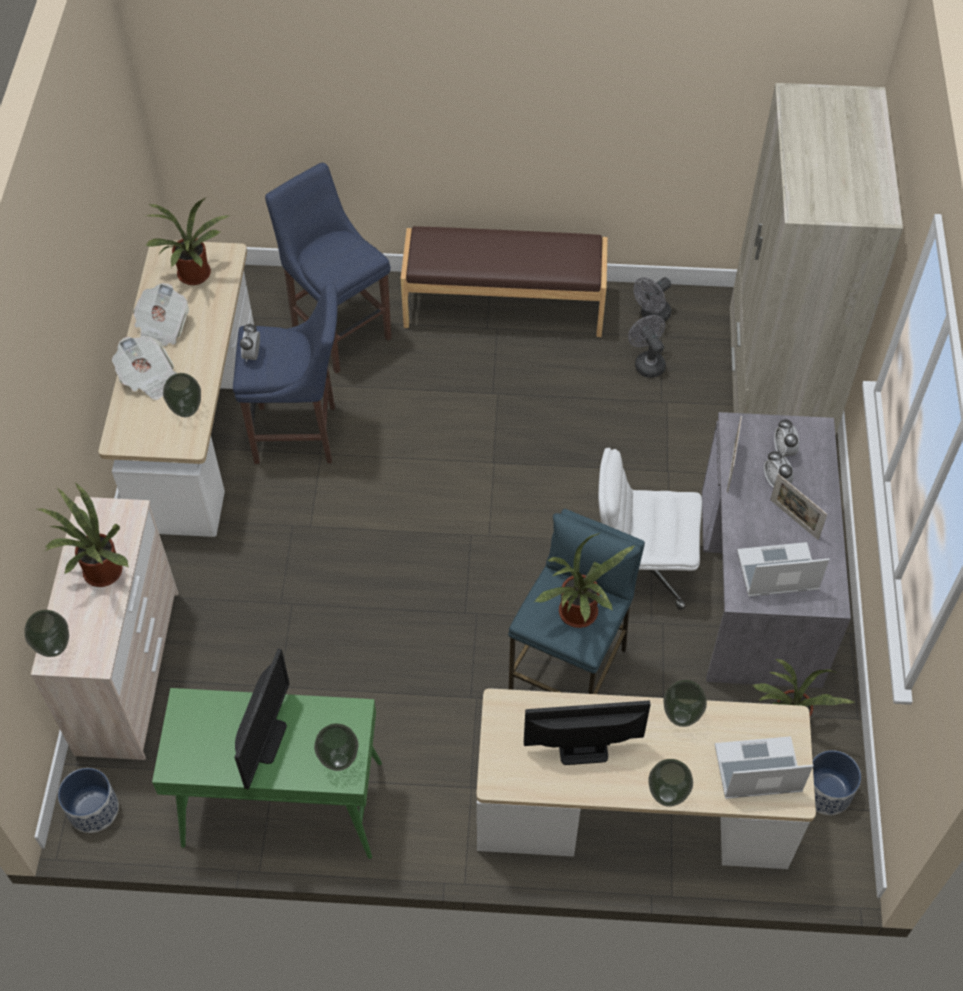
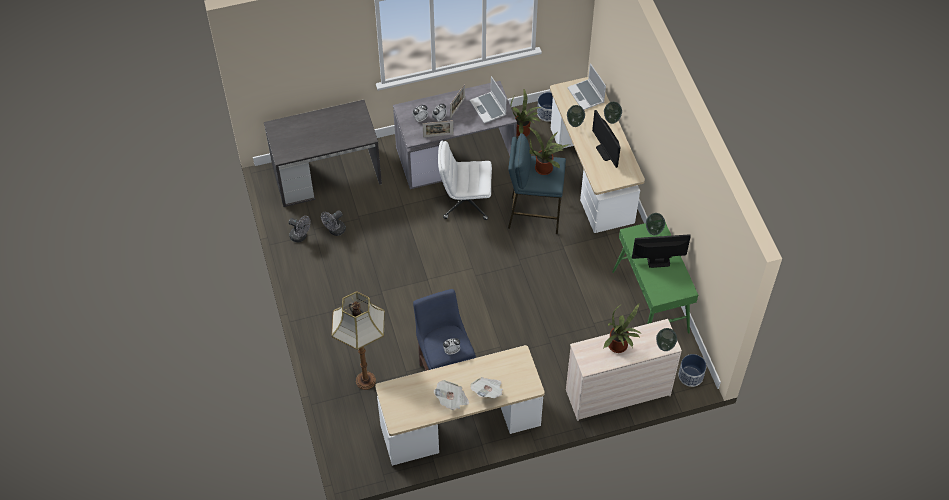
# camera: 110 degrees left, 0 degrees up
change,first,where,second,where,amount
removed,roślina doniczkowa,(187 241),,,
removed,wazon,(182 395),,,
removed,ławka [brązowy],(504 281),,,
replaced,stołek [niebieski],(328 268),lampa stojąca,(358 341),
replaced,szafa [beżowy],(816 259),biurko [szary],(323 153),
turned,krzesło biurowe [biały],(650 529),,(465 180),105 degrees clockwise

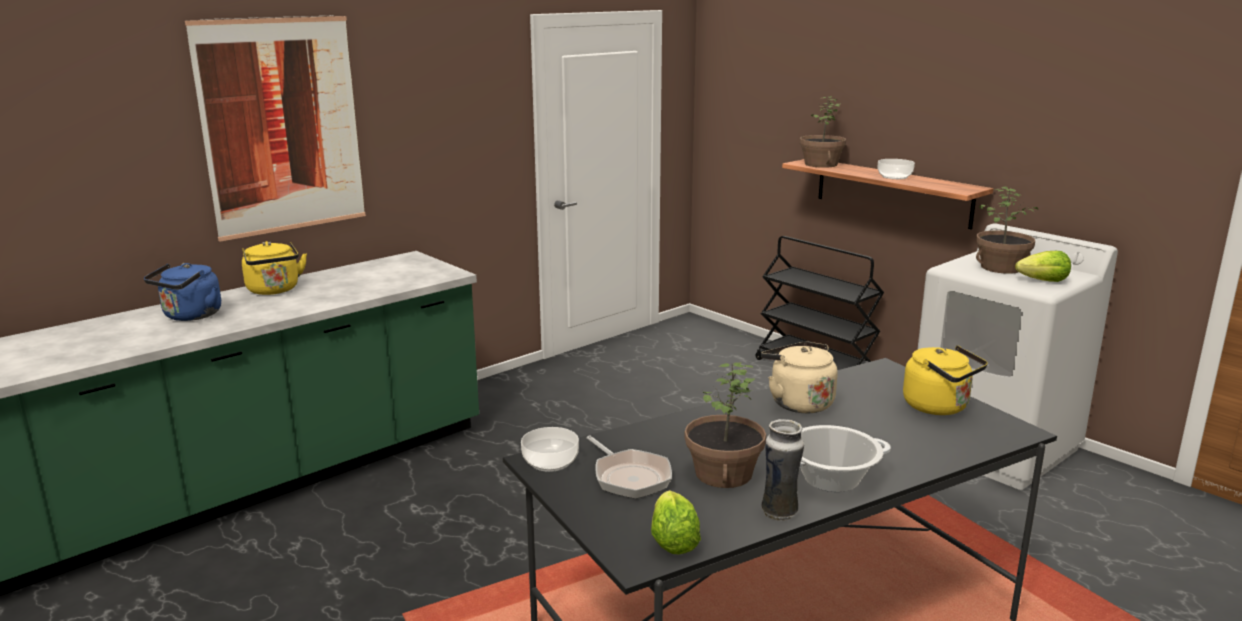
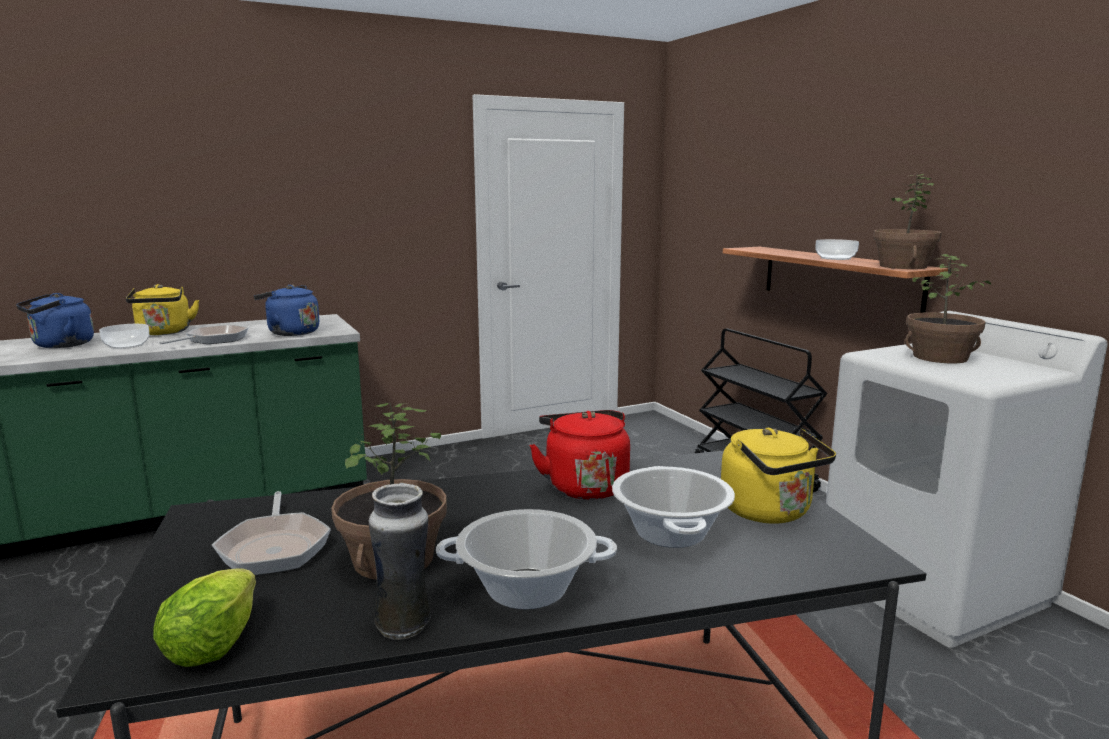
# camera: 15 degrees right, 5 degrees down
change,first,where,second,where,amount
removed,obraz,(275 128),,,
removed,sałata,(1043 266),,,
added,,,patelnia,(204 334),
added,,,czajnik [niebieski],(286 310),
added,,,garnek,(673 507),
moved,miska,(550 449),,(124 336),
moved,roślina doniczkowa,(823 132),,(908 221),
recoloured,czajnik [beżowy],(799 377),czajnik [czerwony],(579 455),

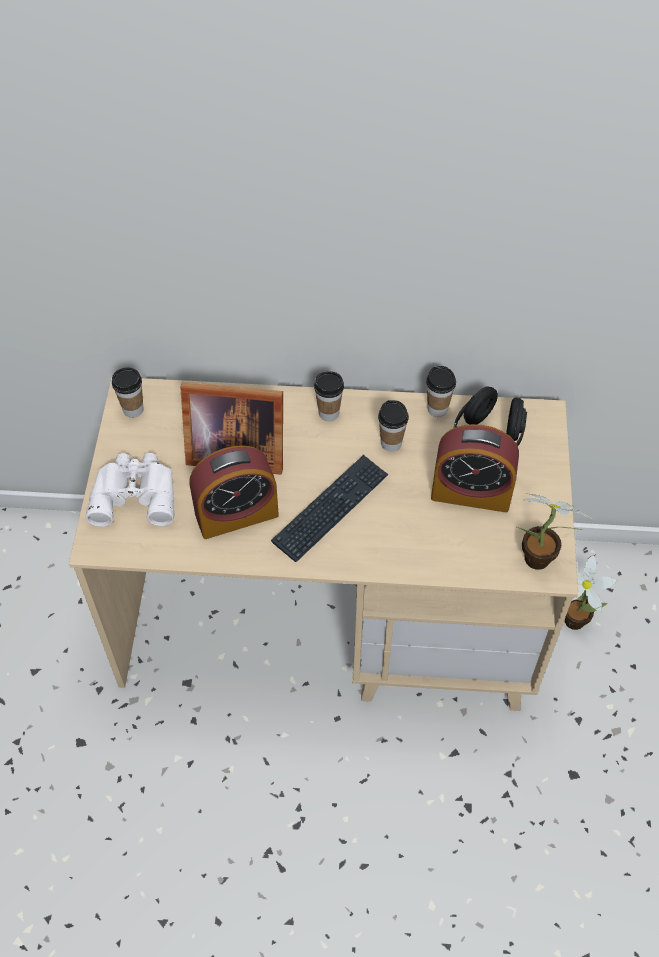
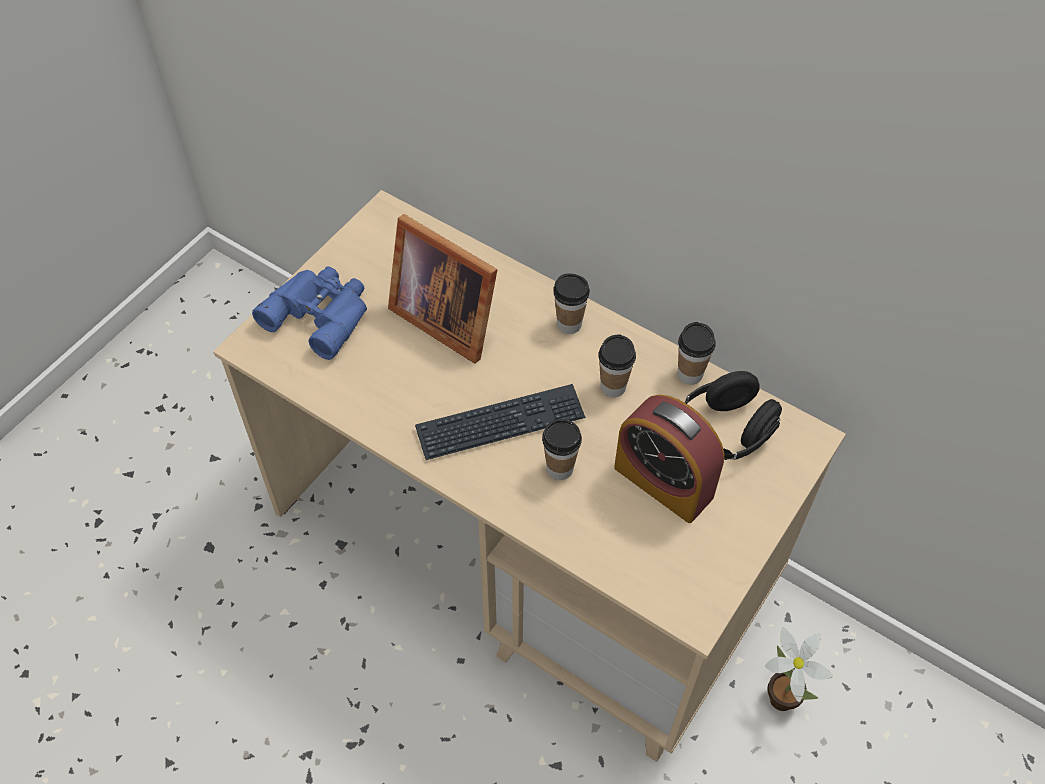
# camera: 30 degrees right, 0 degrees up
change,first,where,second,where,amount
removed,budzik,(234 492),,,
removed,roślina doniczkowa,(555 531),,,
moved,filiżanka,(128 393),,(562 449),
recoloured,lornetka [biały],(130 490),lornetka [niebieski],(309 313),

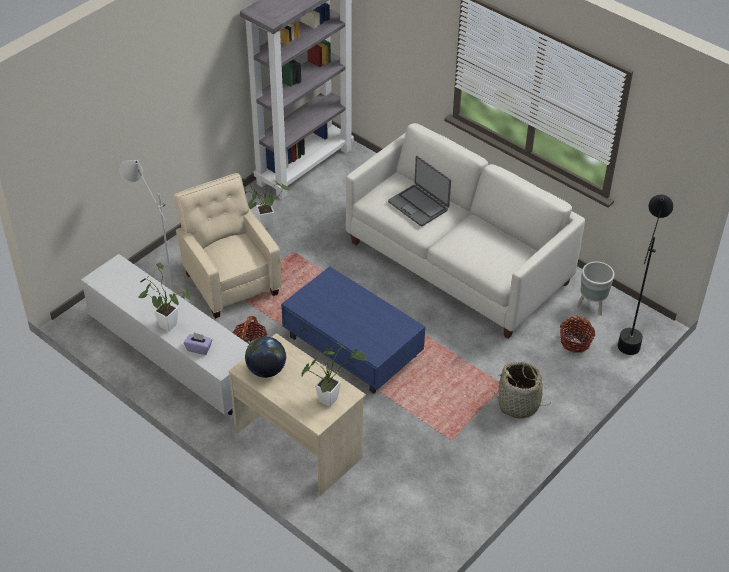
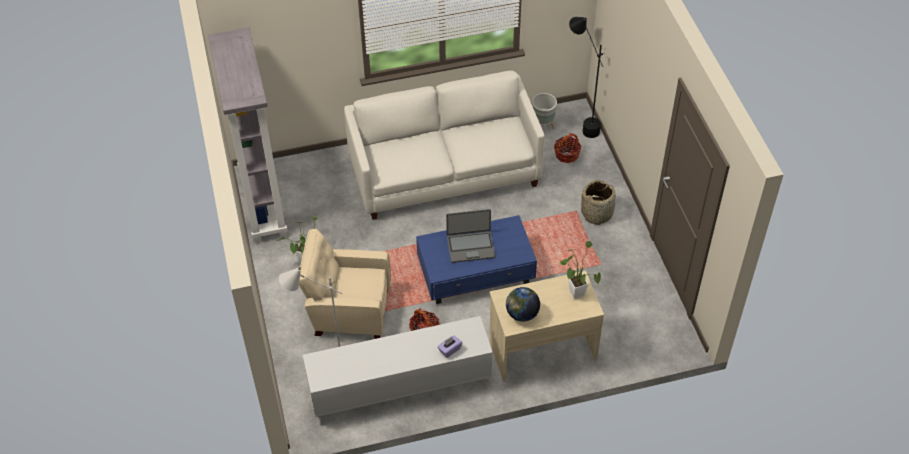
# camera: 55 degrees left, 5 degrees up
change,first,where,second,where,amount
removed,roślina doniczkowa,(164 297),,,
moved,laptop,(419 191),,(470 236),

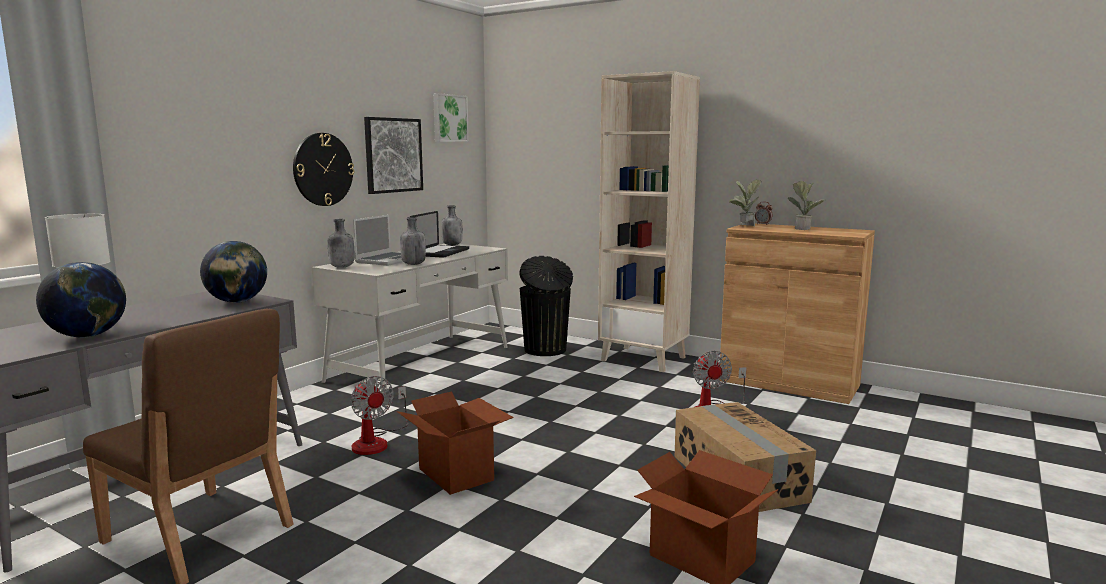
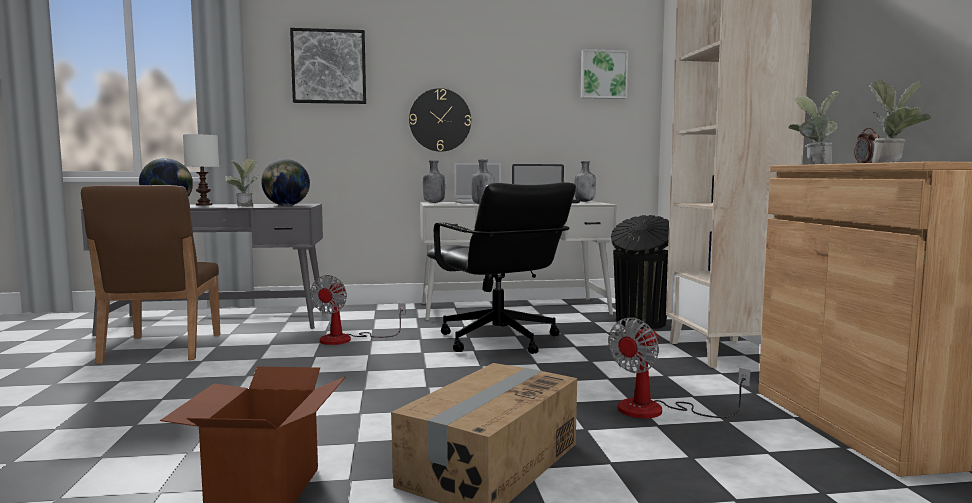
# camera: 50 degrees right, 5 degrees down
change,first,where,second,where,amount
removed,karton,(455 443),,,
added,,,roślina doniczkowa,(241 183),
added,,,krzesło biurowe [czarny],(501 268),
moved,obraz,(393 155),,(328 66),

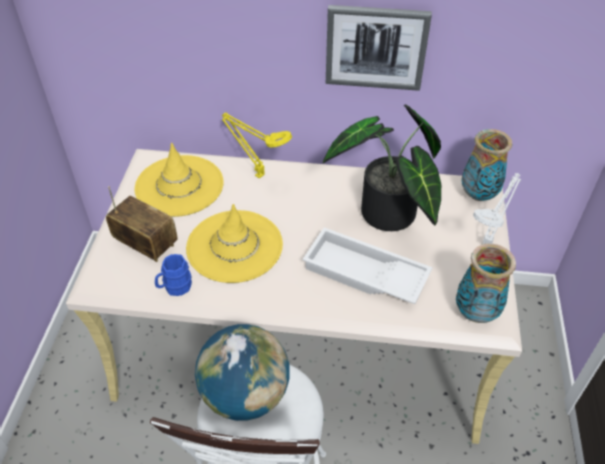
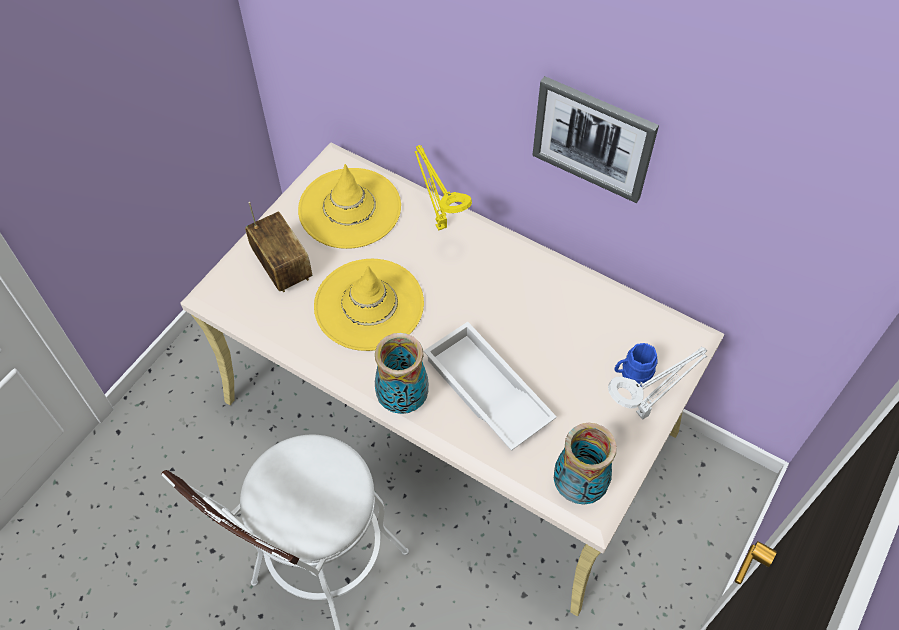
# camera: 25 degrees right, 10 degrees up
change,first,where,second,where,amount
removed,globus,(242 372),,,
removed,roślina doniczkowa,(382 168),,,
moved,kubek [niebieski],(173 275),,(636 365),
moved,wazon,(486 165),,(402 373),

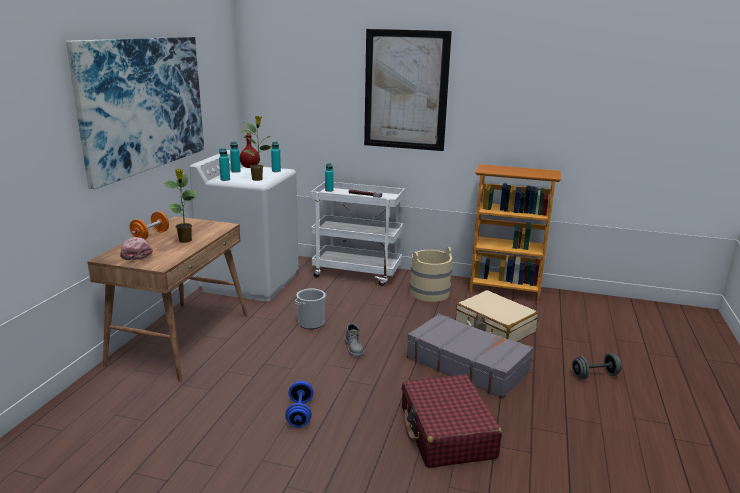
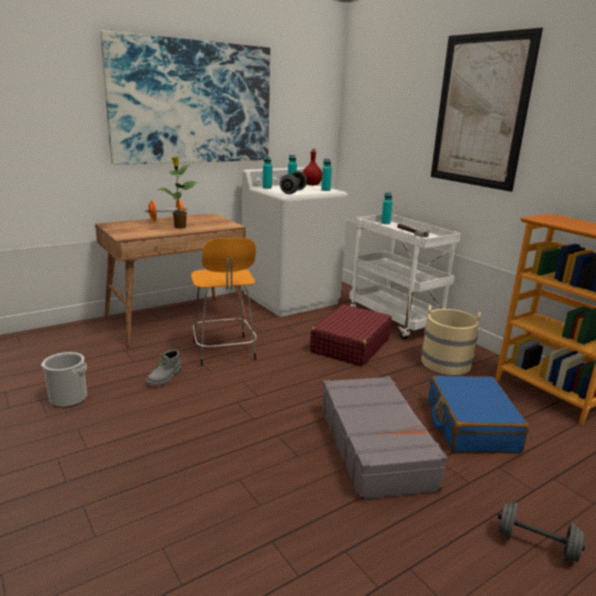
# camera: 40 degrees right, 0 degrees up
change,first,where,second,where,amount
removed,czapka z daszkiem [różowy],(136 248),,,
removed,hantel [niebieski],(299 404),,,
added,,,stołek [pomarańczowy],(224 302),
moved,wiadro,(310 309),,(64 380),
moved,but z cholewką [szary],(354 339),,(163 367),
moved,walizka [czerwony],(452 421),,(351 335),
replaced,roślina doniczkowa,(257 148),hantel [szary],(293 182),
recoloured,walizka [beżowy],(497 316),walizka [niebieski],(479 414),

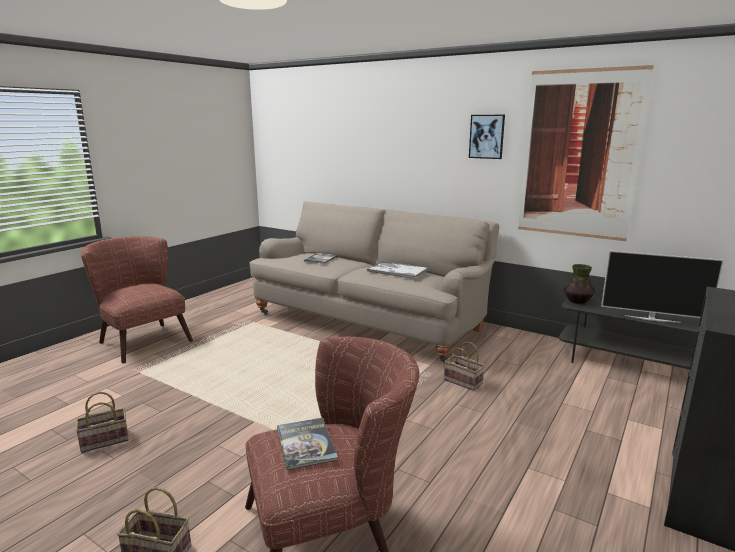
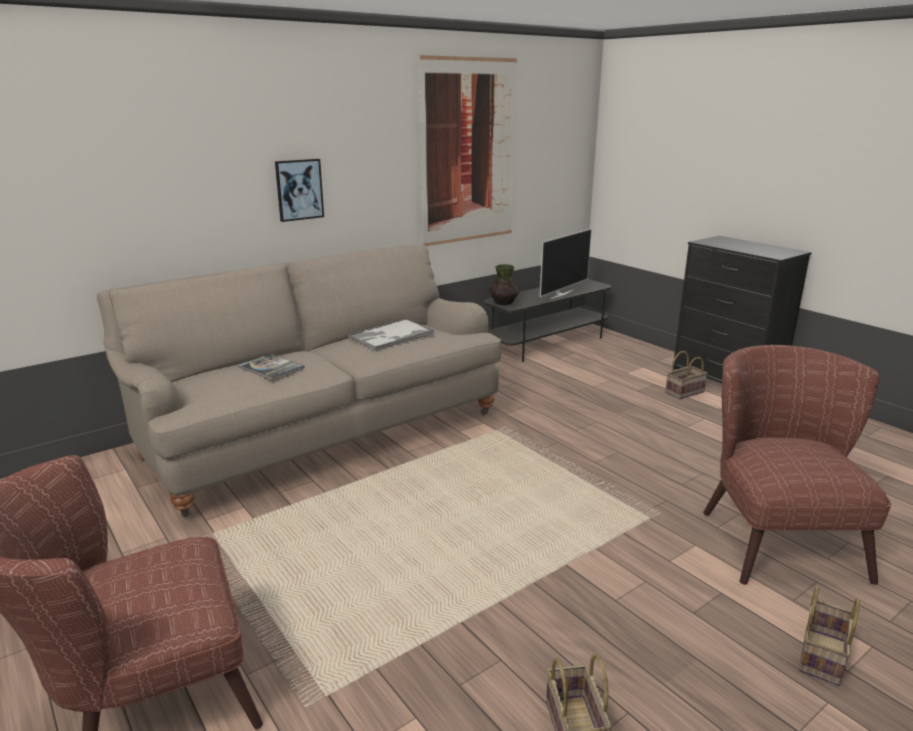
# camera: 70 degrees left, 5 degrees up
change,first,where,second,where,amount
removed,książka,(307 444),,,
moved,koszyk,(464 366),,(686 375),
moved,obraz,(487 137),,(299 190),

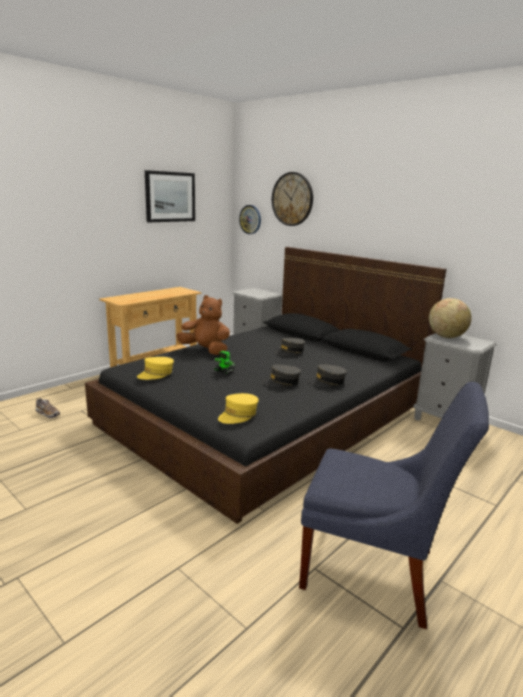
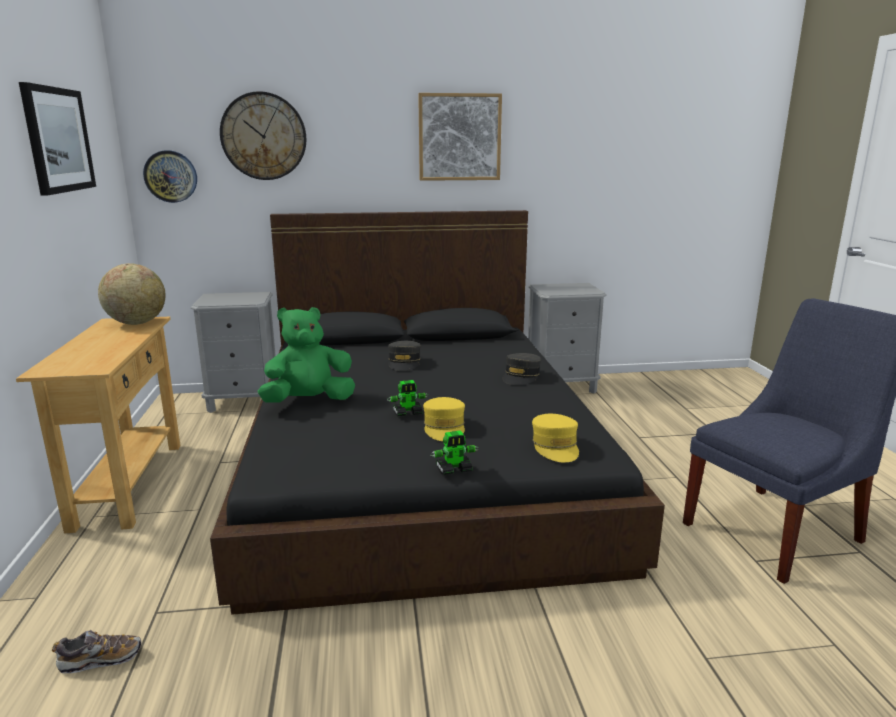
# camera: 50 degrees left, 0 degrees up
change,first,where,second,where,amount
removed,czapka z daszkiem [szary],(281 376),,,
added,,,obraz,(460 137),
added,,,robot zabawkowy,(454 452),
moved,czapka z daszkiem [żółty],(155 368),,(444 419),
moved,globus,(450 318),,(132 294),
recoloured,pluszak [brązowy],(203 325),pluszak [zielony],(306 355),

